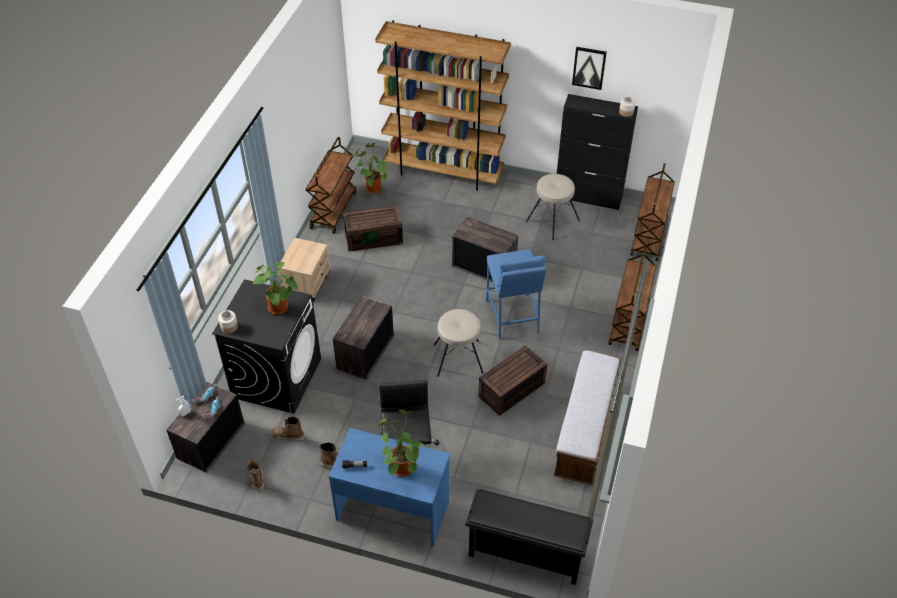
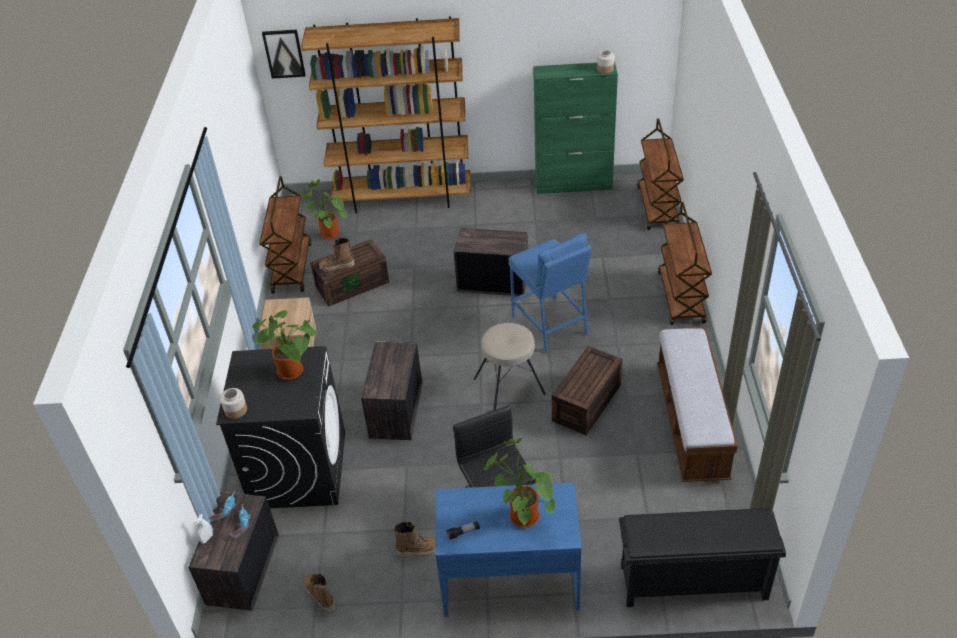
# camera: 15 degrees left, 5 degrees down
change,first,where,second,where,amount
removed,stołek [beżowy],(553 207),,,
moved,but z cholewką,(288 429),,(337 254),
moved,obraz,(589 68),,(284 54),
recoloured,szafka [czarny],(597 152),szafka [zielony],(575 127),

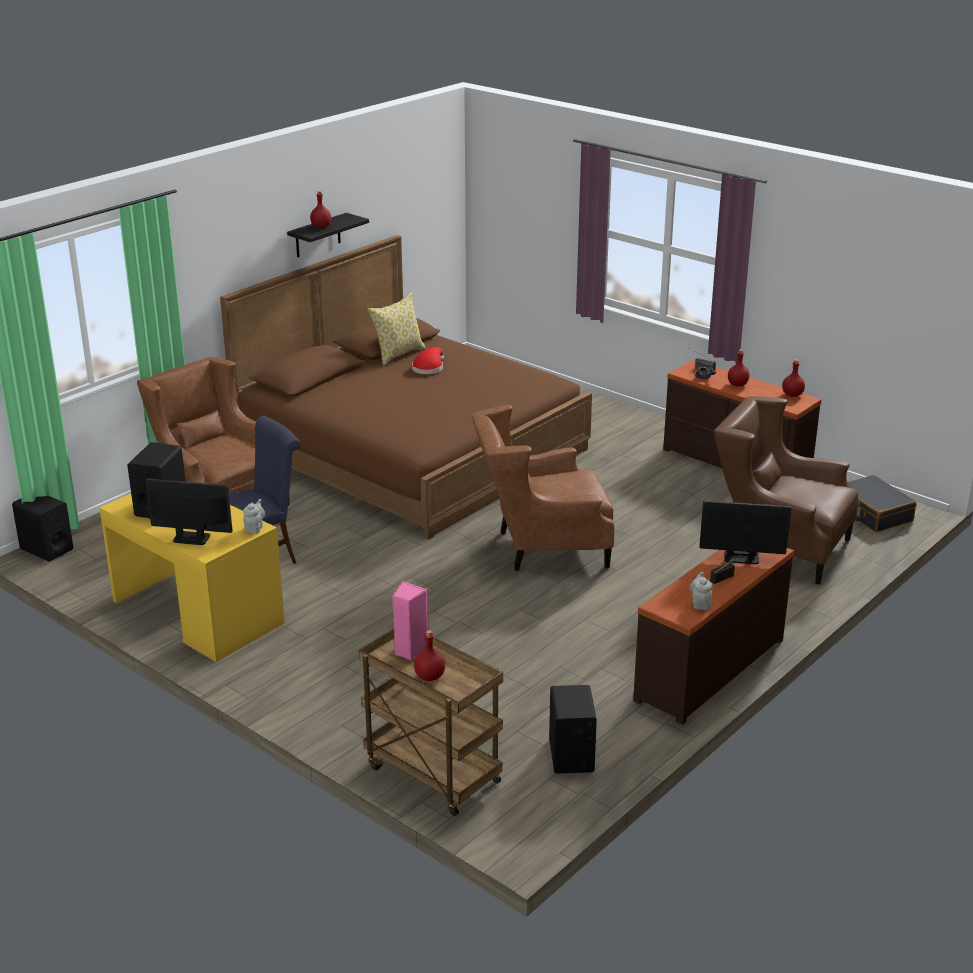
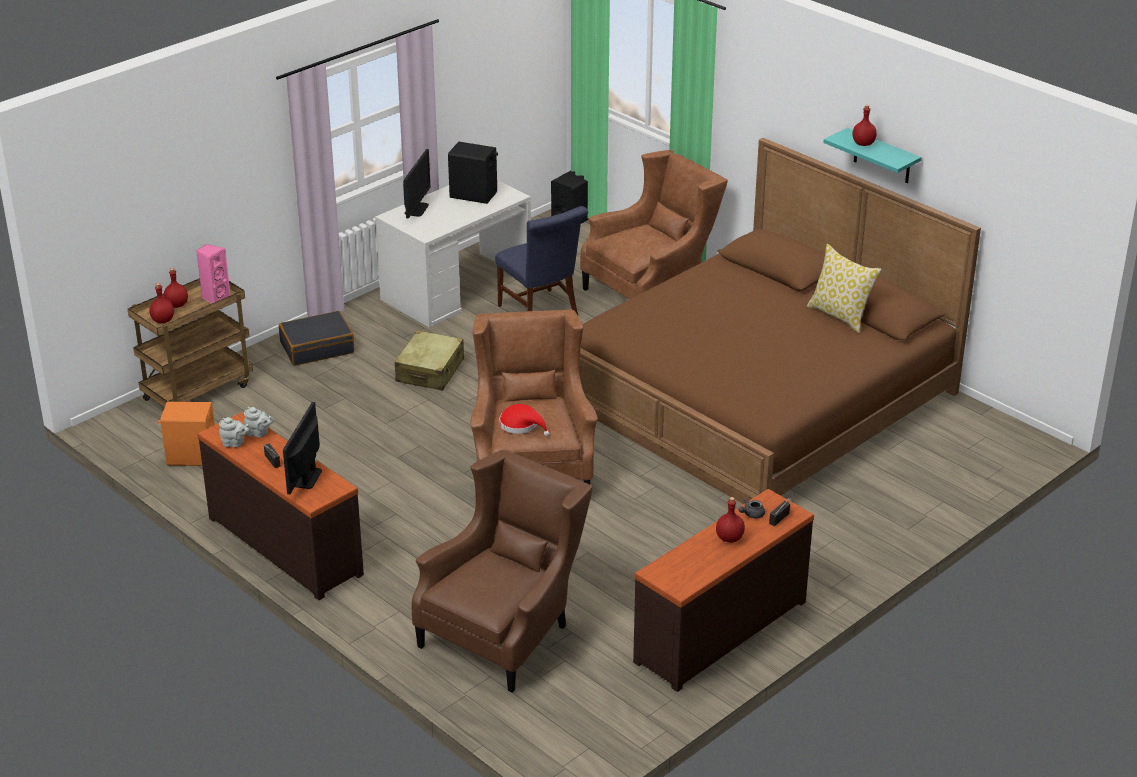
# camera: 95 degrees right, 5 degrees up
change,first,where,second,where,amount
added,,,walizka [beżowy],(429 360),
moved,imbryk [szary],(254 516),,(259 422),
moved,kapelusz [czerwony],(428 360),,(524 420),
moved,butelka [czerwony],(793 378),,(161 303),
moved,walizka [czarny],(882 503),,(316 338),
recoloured,biurko [żółty],(192 578),biurko [biały],(453 253),
recoloured,półka [czarny],(328 235),półka [turkusowy],(872 156),
recoloured,głośnik [czarny],(573 729),głośnik [pomarańczowy],(186 434),

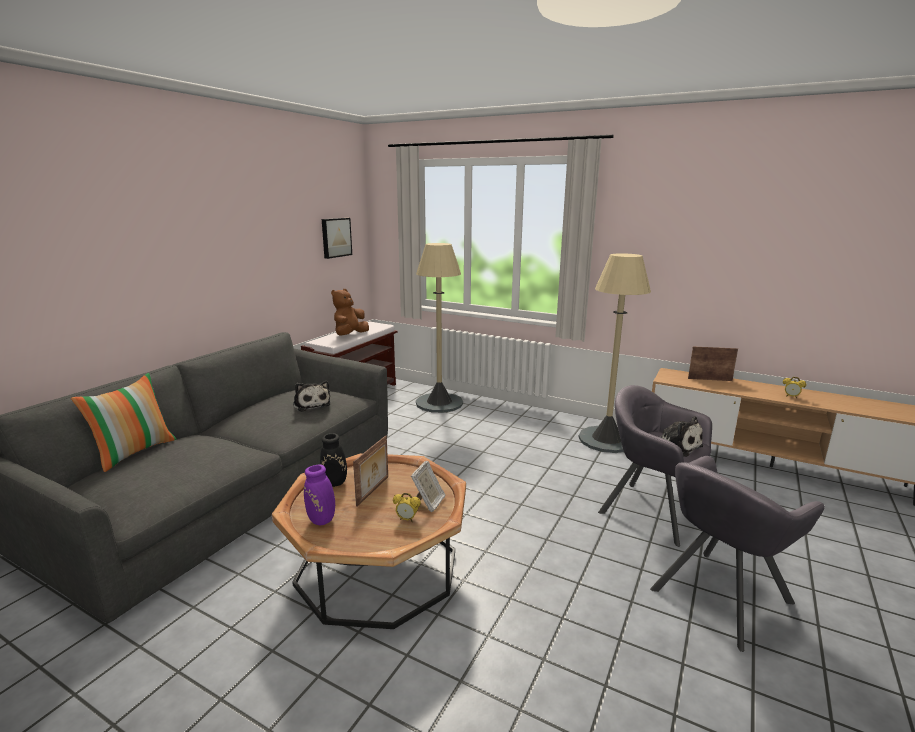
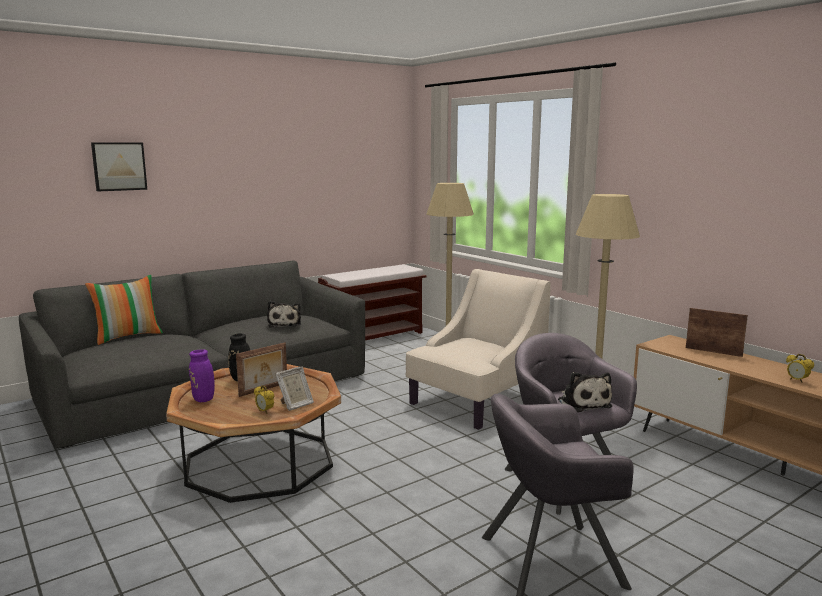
# camera: 25 degrees right, 5 degrees down
change,first,where,second,where,amount
removed,pluszak [brązowy],(350 312),,,
added,,,fotel [beżowy],(478 349),
moved,obraz,(337 238),,(119 166),

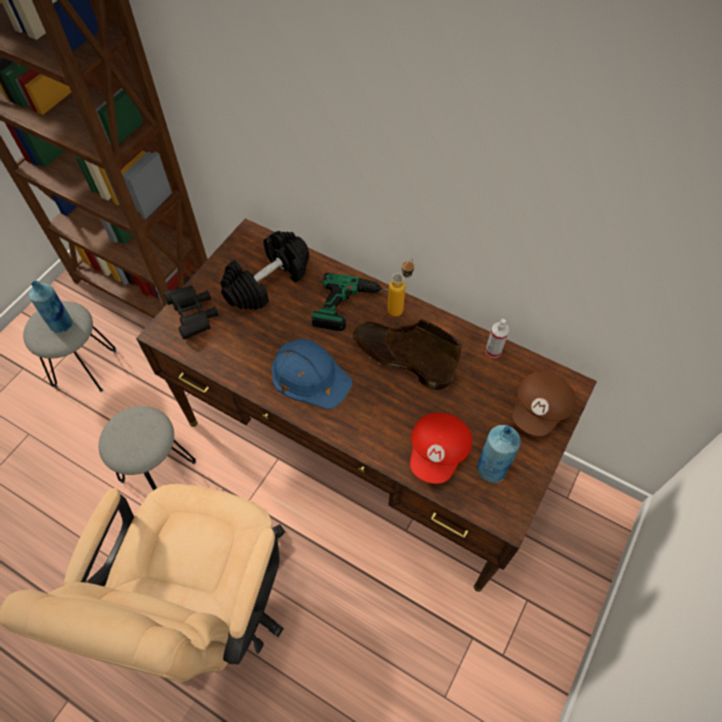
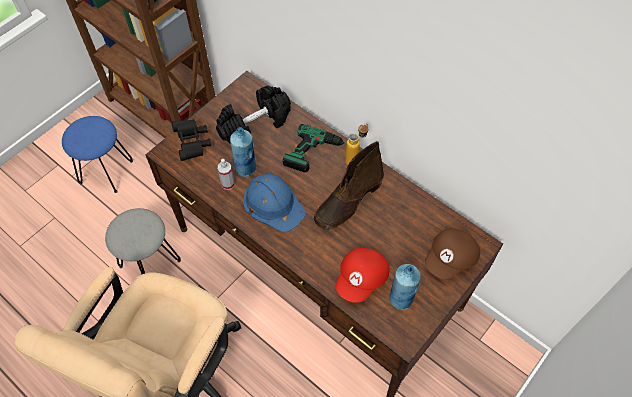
# camera: 10 degrees right, 0 degrees up
change,first,where,second,where,amount
moved,butelka [niebieski],(50 307),,(243 152),
moved,spryskiwacz,(497 338),,(226 174),
recoloured,stołek [szary],(70 346),stołek [niebieski],(97 154),
turned,but z cholewką [brązowy],(407 354),,(349 185),90 degrees counterclockwise

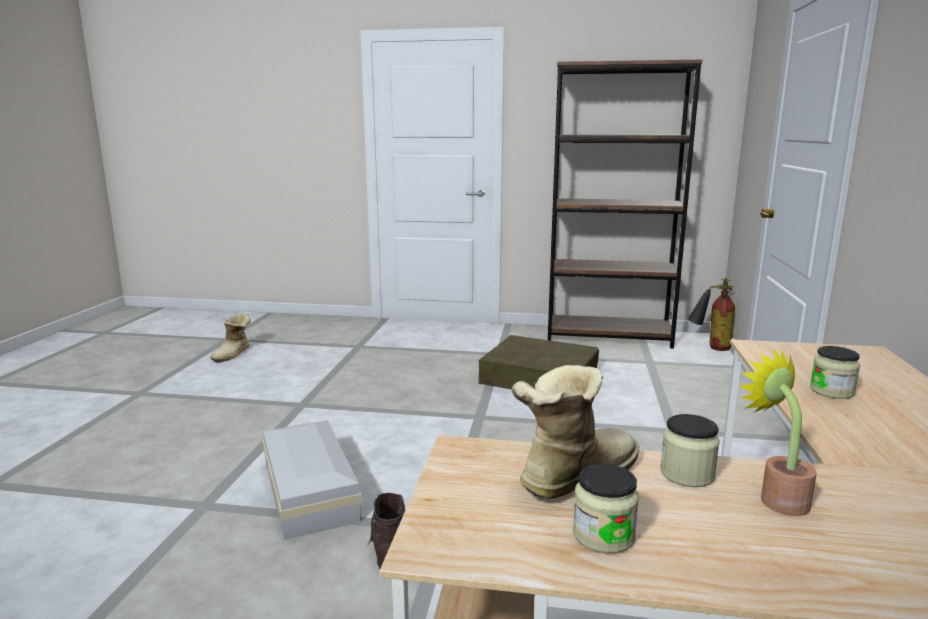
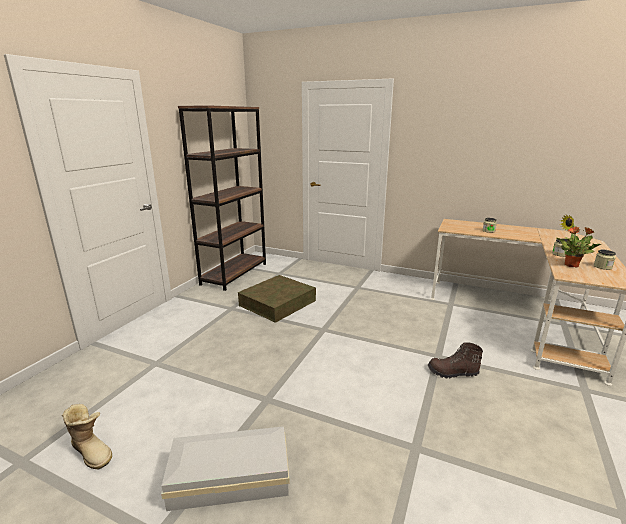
# camera: 75 degrees left, 5 degrees up
change,first,where,second,where,amount
removed,gaśnica,(711 314),,,
moved,pojemnik do przechowywania [biały],(312 480),,(225 468),
replaced,but z cholewką,(575 432),roślina doniczkowa,(578 246),

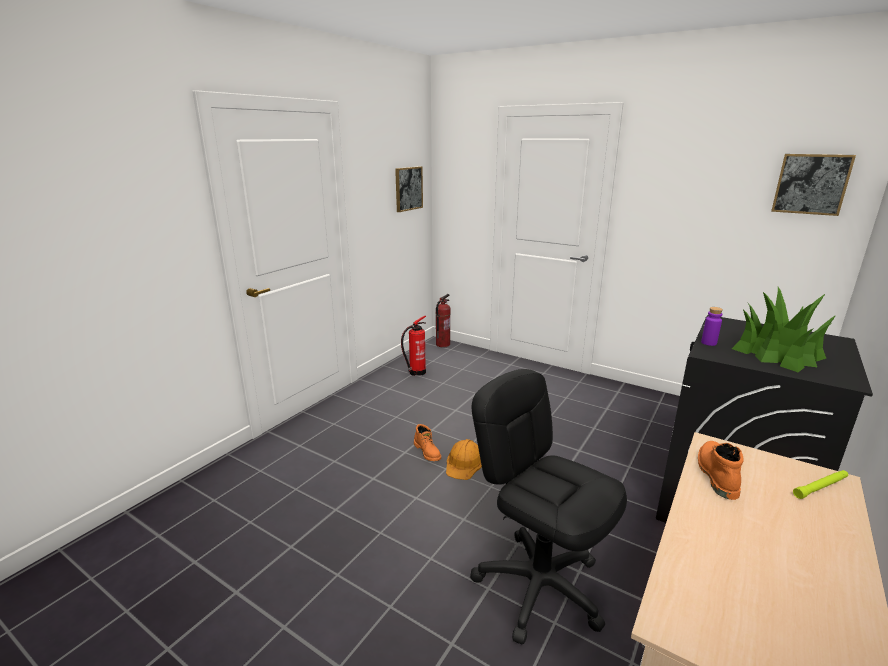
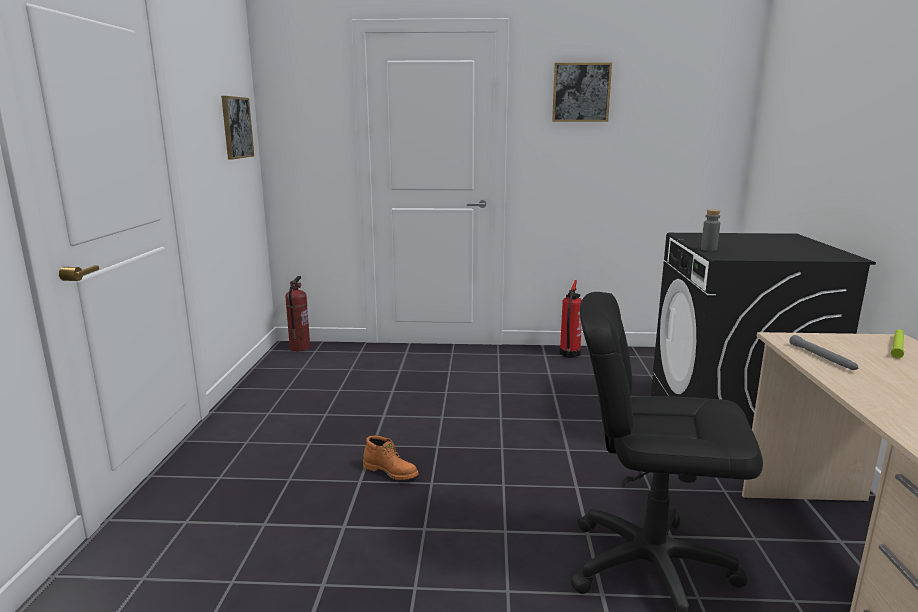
# camera: 30 degrees left, 5 degrees down
change,first,where,second,where,amount
removed,kask [pomarańczowy],(464 459),,,
removed,roślina doniczkowa,(784 329),,,
moved,gaśnica,(413 346),,(570 319),
moved,obraz,(813 185),,(582 92),
replaced,but z cholewką [pomarańczowy],(721 470),latarka [szary],(823 352),
recoloured,butelka [fioletowy],(712 326),butelka [szary],(710 230),

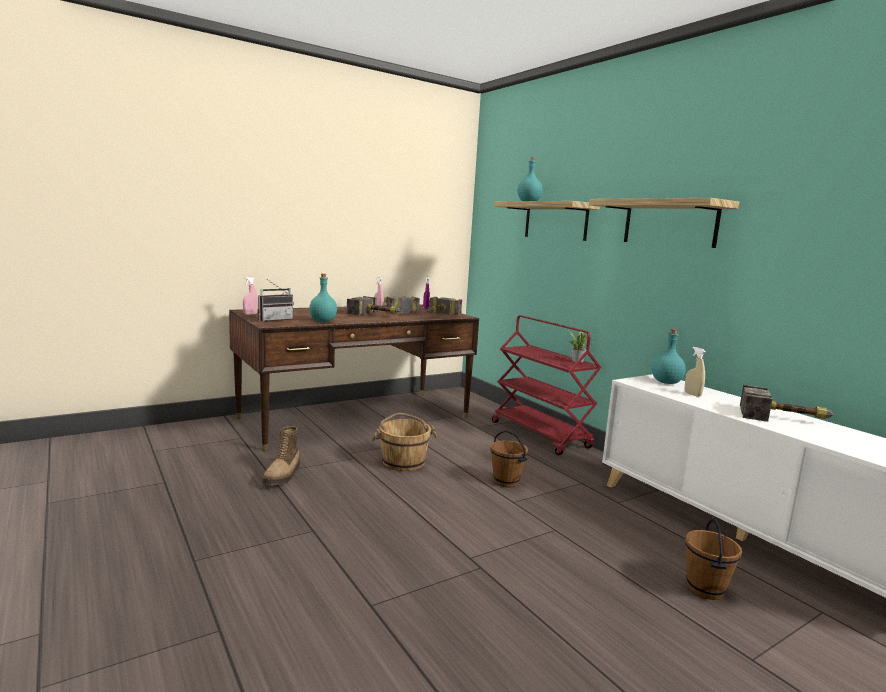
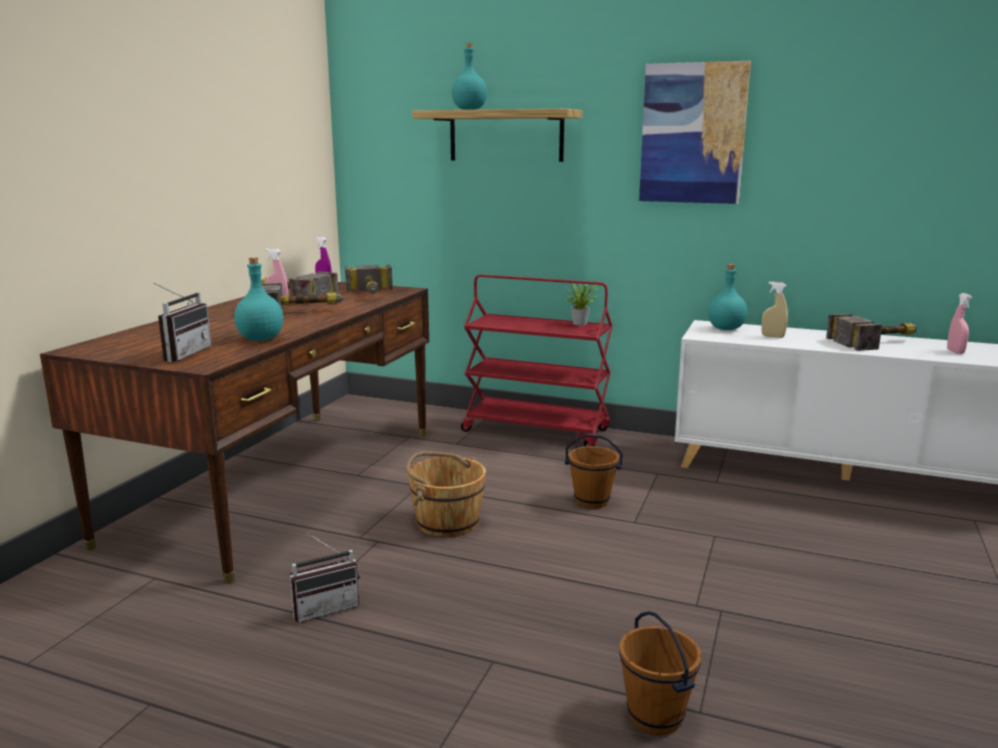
# camera: 35 degrees left, 5 degrees up
change,first,where,second,where,amount
moved,spryskiwacz [różowy],(250 296),,(959 323),
moved,wiadro [brązowy],(713 559),,(660 673),
replaced,but z cholewką,(281 455),radio,(325 578),
replaced,półka,(664 223),obraz,(695 132),

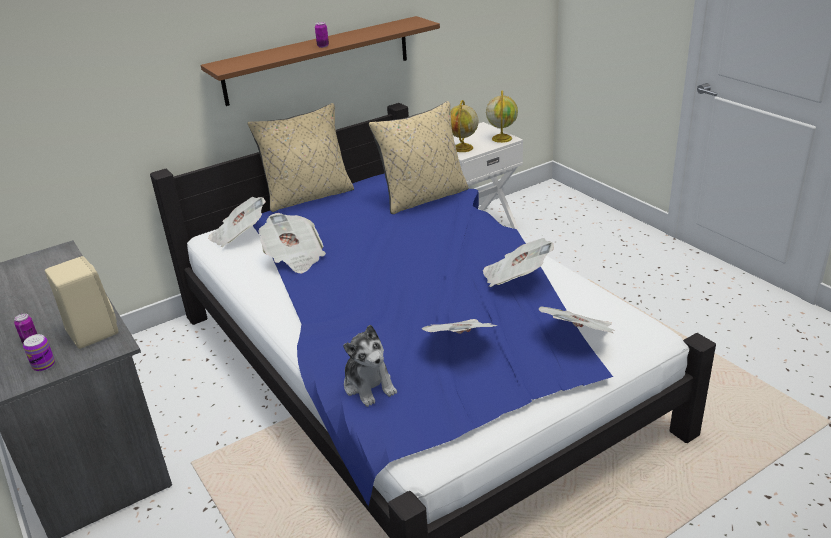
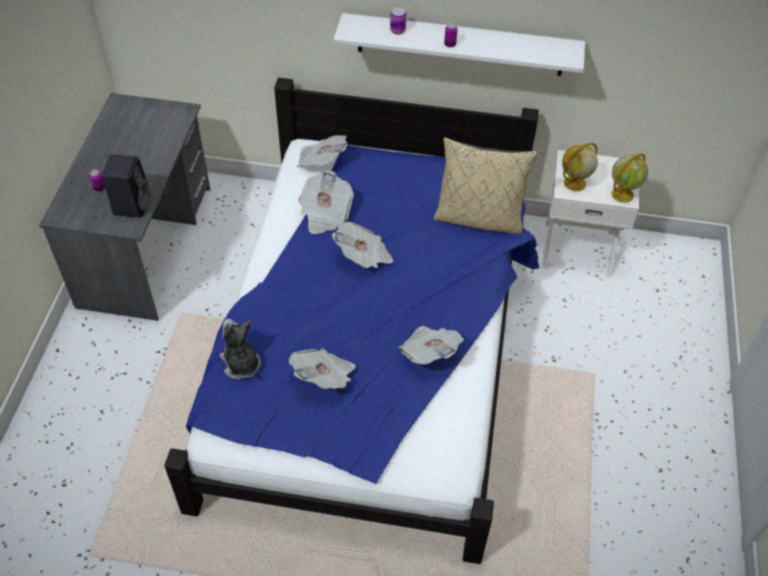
# camera: 40 degrees right, 20 degrees up
change,first,where,second,where,amount
removed,poduszka [beżowy],(301 157),,,
moved,puszka,(39 352),,(398 21),
moved,gazeta,(577 320),,(363 245),
recoloured,głośnik [beżowy],(82 302),głośnik [czarny],(126 185),
recoloured,półka [brązowy],(320 61),półka [biały],(459 44),
turned,pluszak,(370 366),,(240 349),135 degrees clockwise

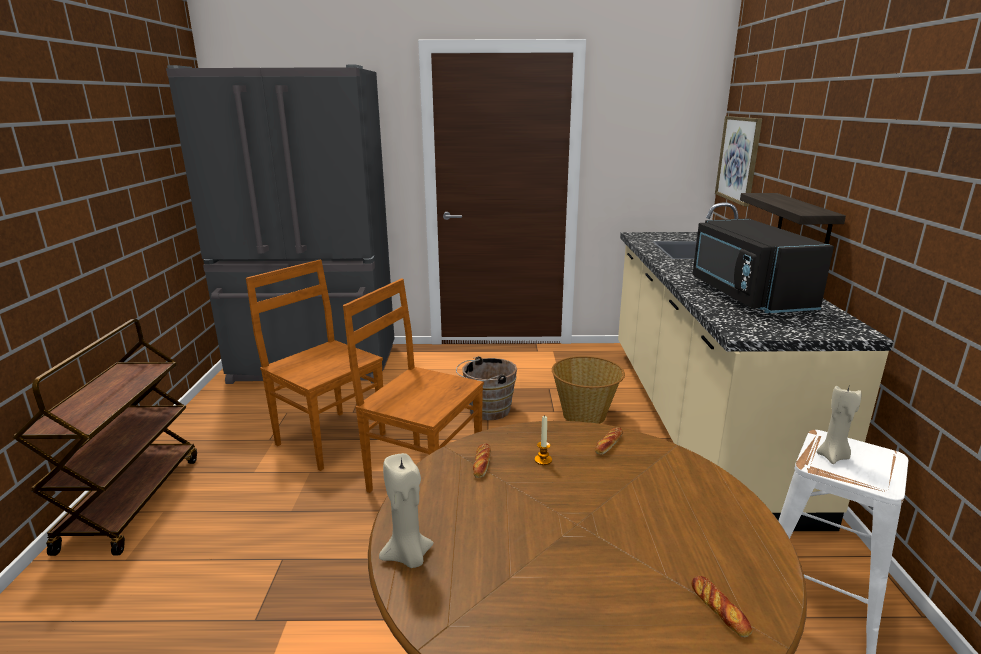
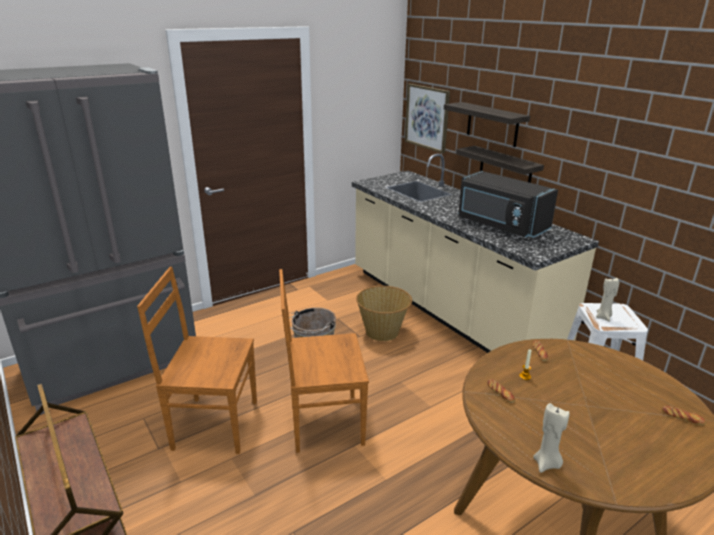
# camera: 35 degrees left, 5 degrees up
change,first,where,second,where,amount
added,,,półka,(487 124),

